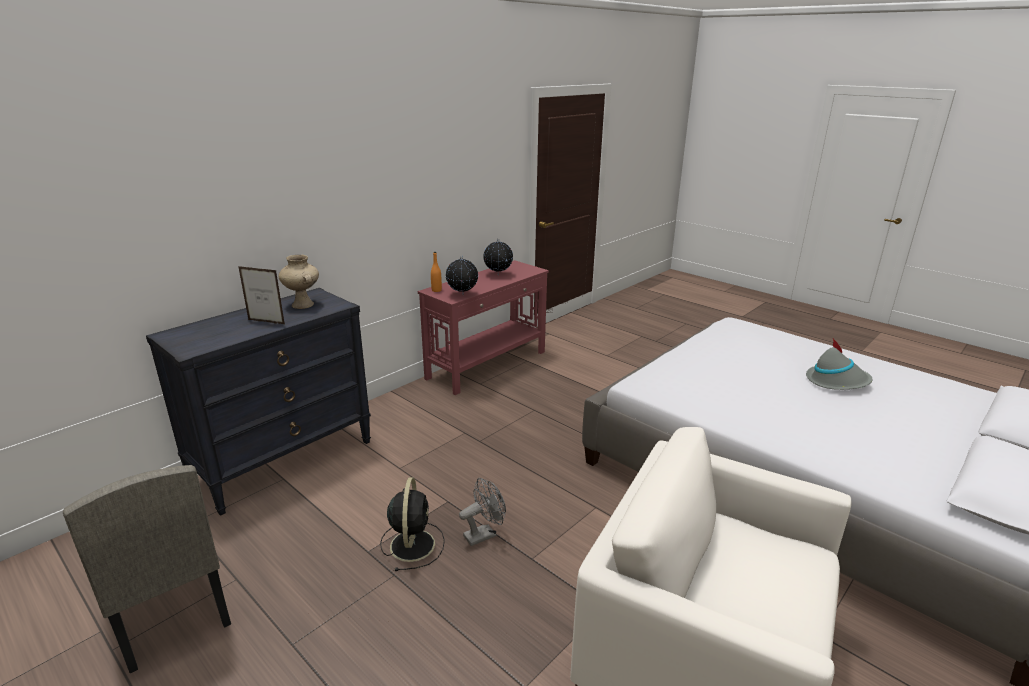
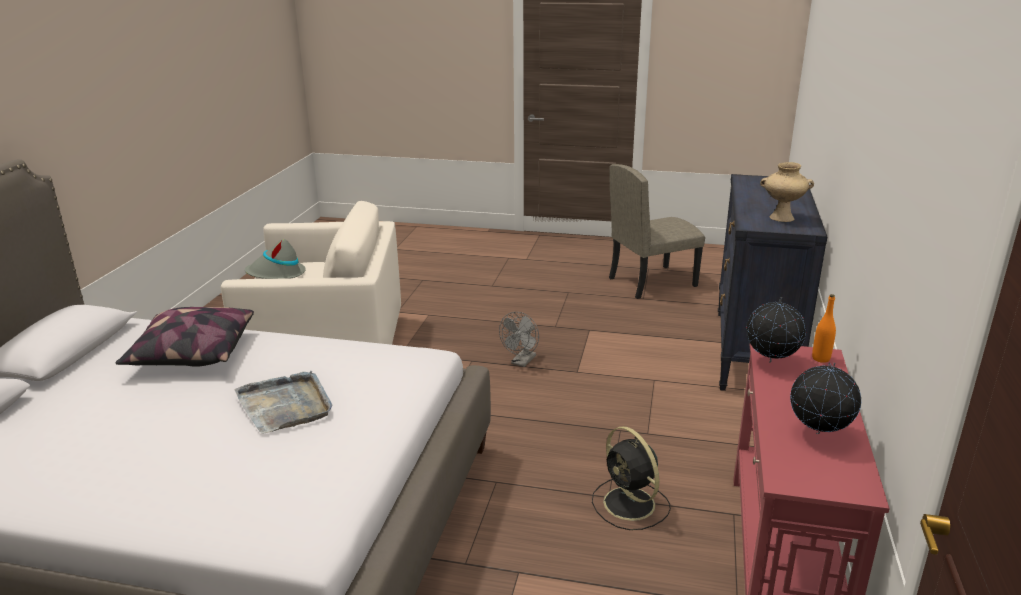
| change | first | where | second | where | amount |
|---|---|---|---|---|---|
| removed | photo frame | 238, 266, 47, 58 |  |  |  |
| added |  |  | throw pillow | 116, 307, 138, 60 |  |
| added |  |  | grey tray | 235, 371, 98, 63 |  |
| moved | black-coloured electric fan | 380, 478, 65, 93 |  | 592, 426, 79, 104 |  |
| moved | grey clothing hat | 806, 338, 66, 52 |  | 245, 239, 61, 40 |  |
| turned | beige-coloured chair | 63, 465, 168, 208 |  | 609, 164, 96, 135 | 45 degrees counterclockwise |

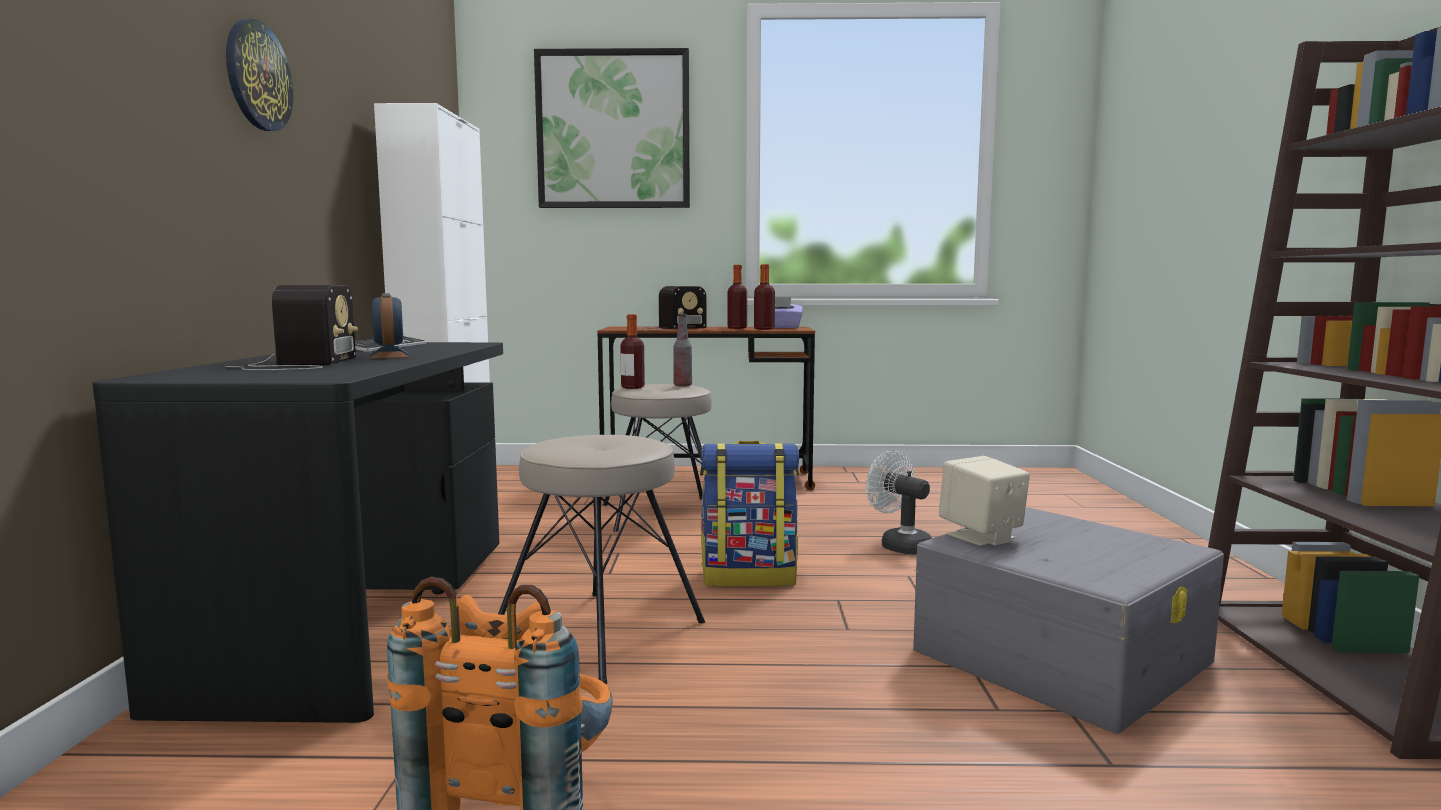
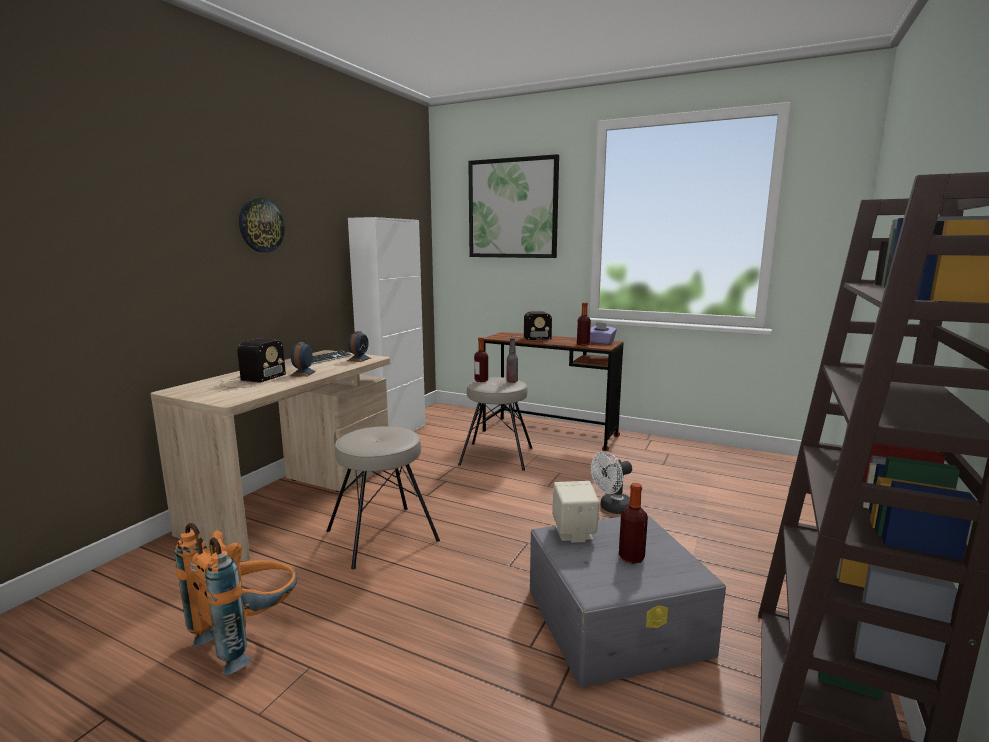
| change | first | where | second | where | amount |
|---|---|---|---|---|---|
| removed | backpack | 700, 441, 99, 146 |  |  |  |
| added |  |  | bedside clock | 347, 331, 24, 31 |  |
| moved | beverage bottle | 728, 265, 19, 64 |  | 619, 483, 29, 81 |  |
| recoloured | black-coloured desk | 92, 342, 411, 381 | beige-coloured desk | 150, 350, 240, 211 |  |
| turned | white electric fan | 866, 451, 66, 103 |  | 591, 451, 41, 63 | 105 degrees counterclockwise |

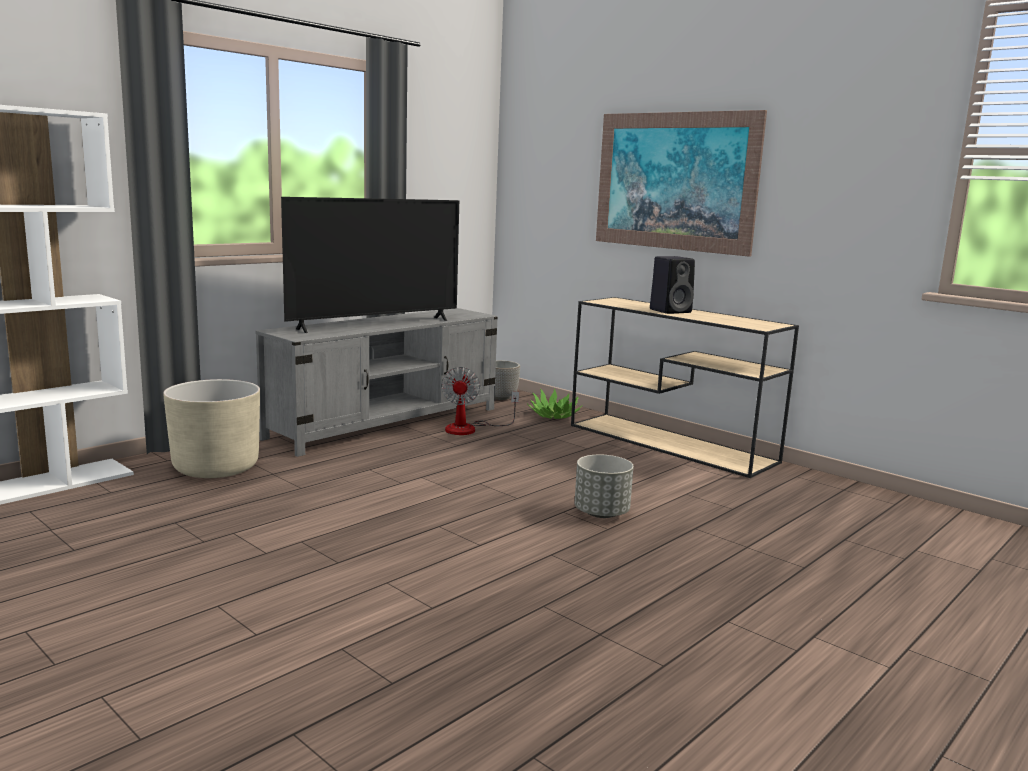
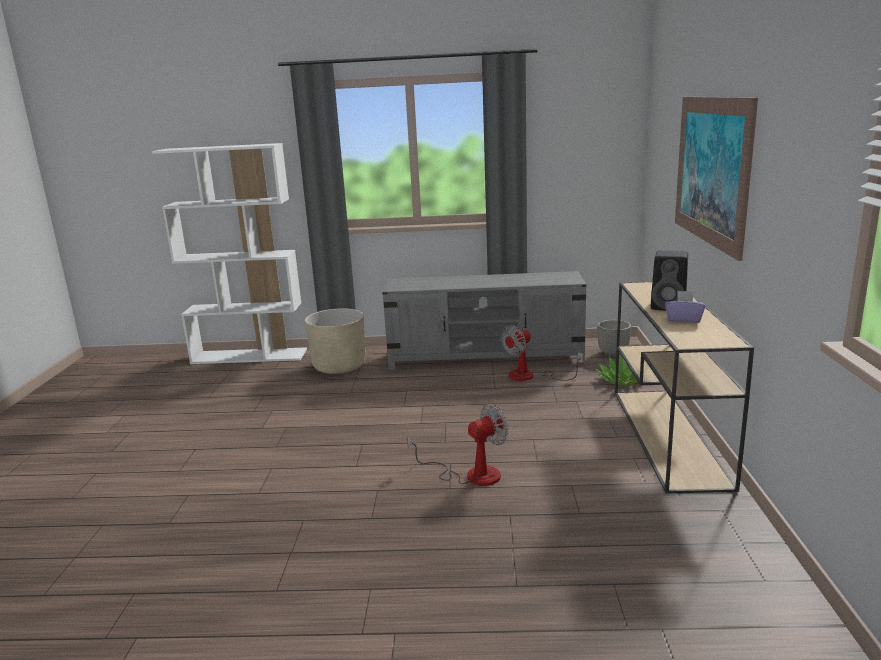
| change | first | where | second | where | amount |
|---|---|---|---|---|---|
| removed | TV | 281, 197, 178, 136 |  |  |  |
| added |  |  | purple-coloured tissue box | 665, 291, 40, 32 |  |
| replaced | grey flower pot | 575, 455, 58, 63 | electric fan | 407, 404, 102, 82 |  |

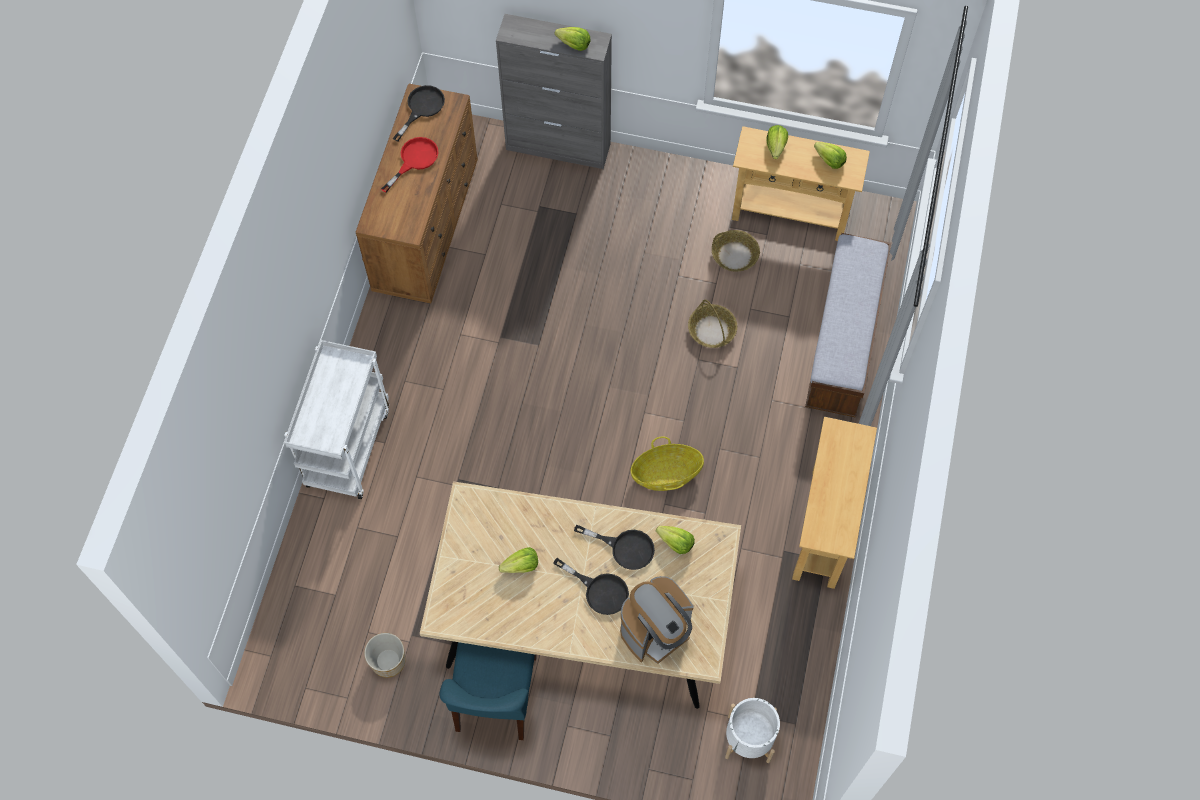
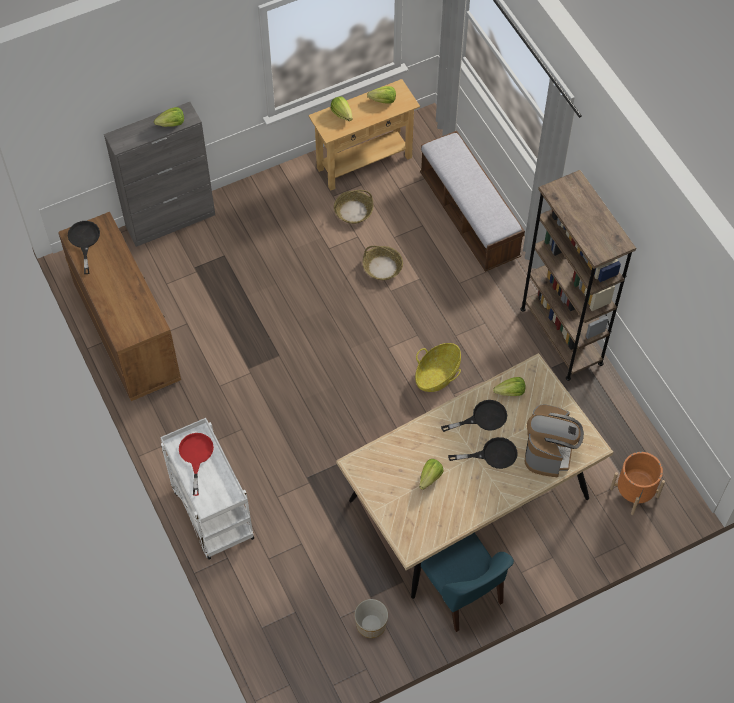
| change | first | where | second | where | amount |
|---|---|---|---|---|---|
| moved | reddish pan | 381, 137, 57, 55 |  | 179, 433, 35, 63 |  |
| replaced | beige-coloured console table | 792, 417, 85, 172 | brownish bookshelf | 520, 170, 116, 211 |  |
| recoloured | white flower pot | 725, 698, 55, 65 | orange-coloured flower pot | 610, 452, 55, 63 |  |

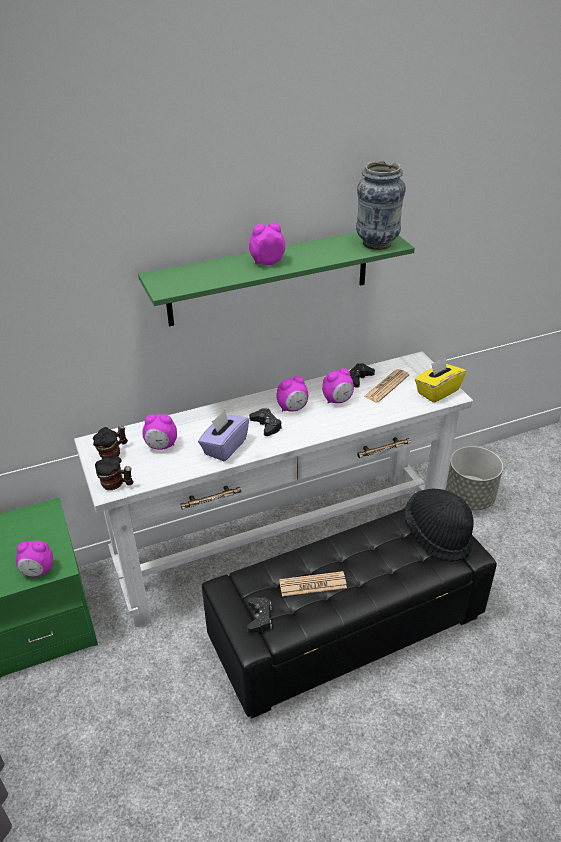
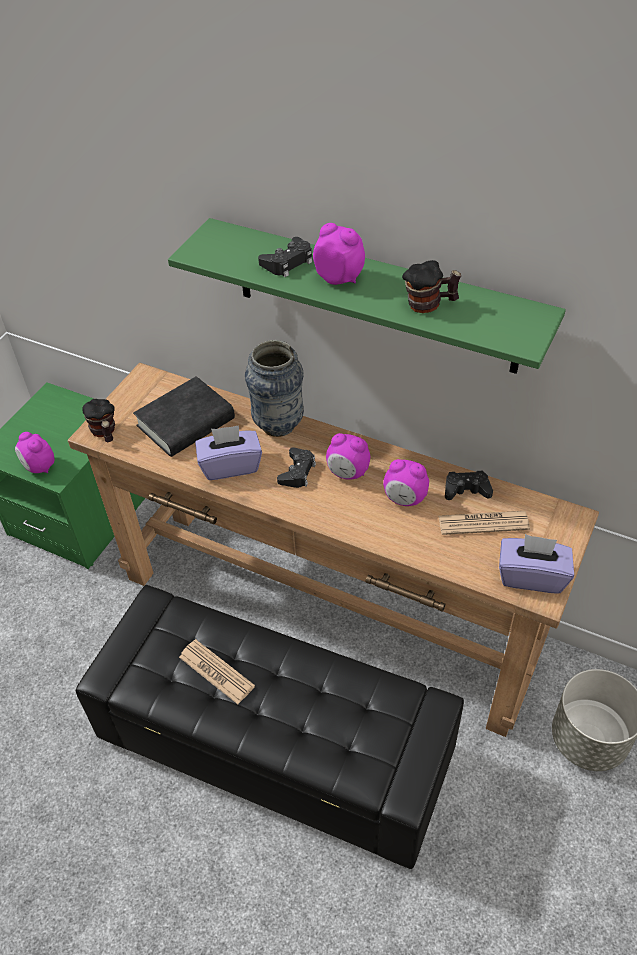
| change | first | where | second | where | amount |
|---|---|---|---|---|---|
| removed | black-coloured clothing hat | 404, 488, 70, 74 |  |  |  |
| moved | mug | 93, 426, 35, 33 |  | 402, 260, 59, 53 |  |
| moved | black-coloured joypad | 247, 597, 25, 36 |  | 258, 237, 55, 40 |  |
| moved | decorative vase | 356, 161, 50, 89 |  | 245, 340, 59, 97 |  |
| replaced | bedside clock | 142, 414, 35, 36 | black-coloured volume | 133, 376, 102, 81 |  |
| recoloured | white console table | 74, 351, 399, 276 | brownish console table | 68, 363, 531, 374 |  |
| recoloured | yellow tissue box | 415, 358, 51, 45 | purple-coloured tissue box | 499, 534, 75, 60 |  |

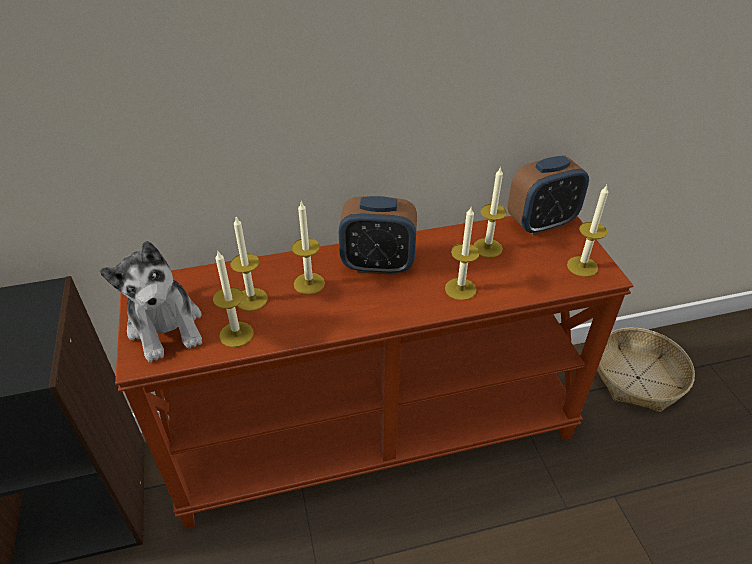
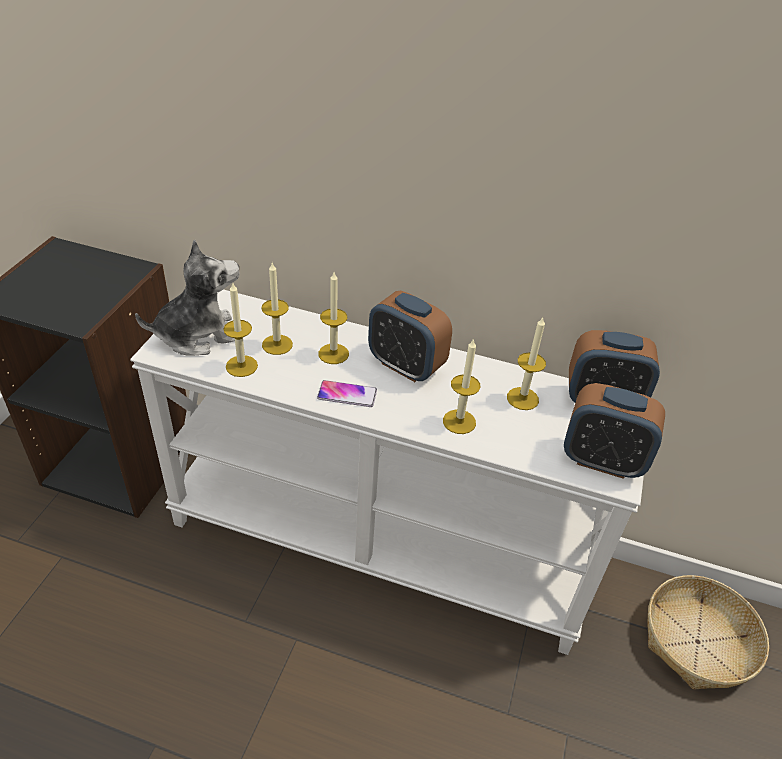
| change | first | where | second | where | amount |
|---|---|---|---|---|---|
| added |  |  | telephone | 317, 380, 60, 27 |  |
| replaced | wax candle | 567, 185, 41, 92 | bedside clock | 564, 383, 101, 96 |  |
| recoloured | brownish console table | 115, 216, 518, 313 | white console table | 130, 289, 514, 366 |  |
| turned | cuddly toy | 100, 241, 102, 121 |  | 135, 239, 105, 117 | 120 degrees counterclockwise |

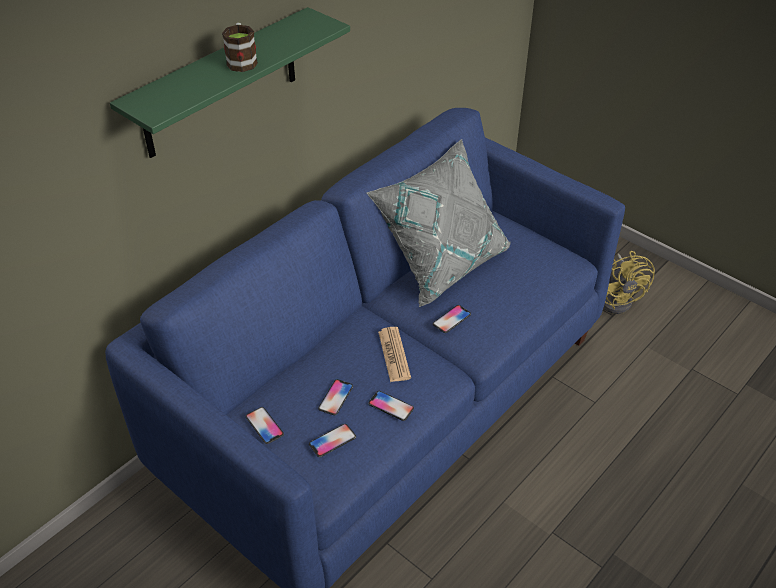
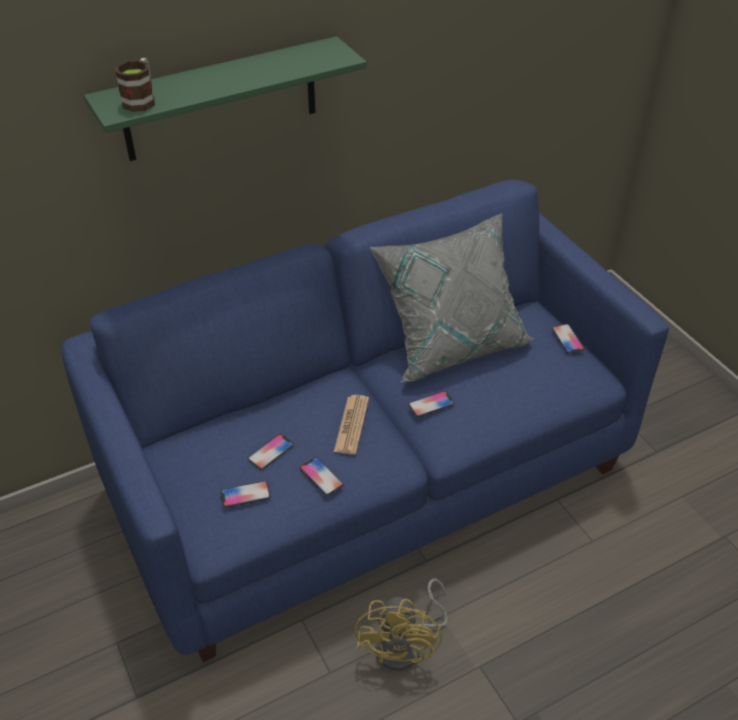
| change | first | where | second | where | amount |
|---|---|---|---|---|---|
| moved | mug | 222, 22, 36, 50 |  | 115, 58, 40, 54 |  |
| moved | telephone | 246, 407, 38, 37 |  | 552, 324, 33, 30 |  |
| moved | yellow electric fan | 603, 251, 52, 63 |  | 355, 578, 93, 93 |  |

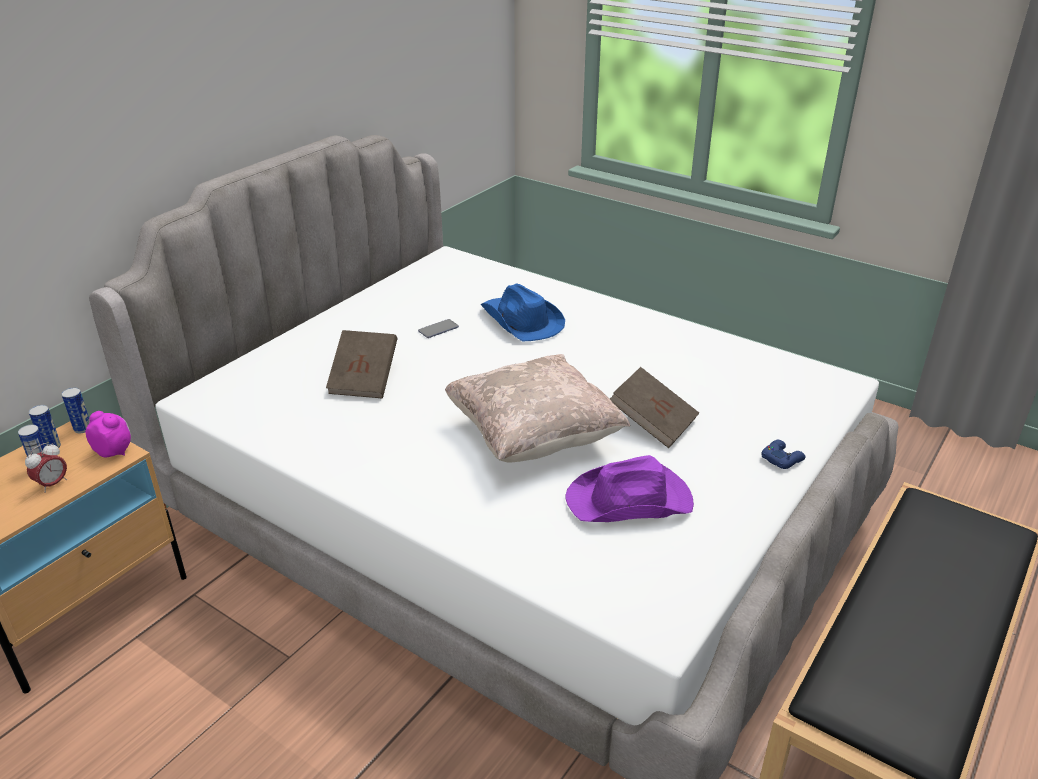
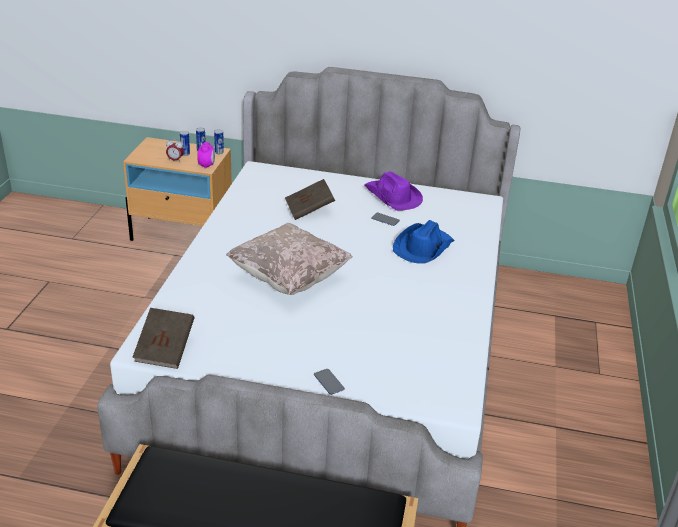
| change | first | where | second | where | amount |
|---|---|---|---|---|---|
| moved | purple-coloured clothing hat | 566, 455, 128, 67 |  | 364, 171, 59, 40 |  |
| moved | brownish volume | 610, 367, 89, 81 |  | 132, 308, 63, 61 |  |
| replaced | blue-coloured joypad | 761, 440, 45, 29 | telephone | 314, 369, 31, 26 |  |

